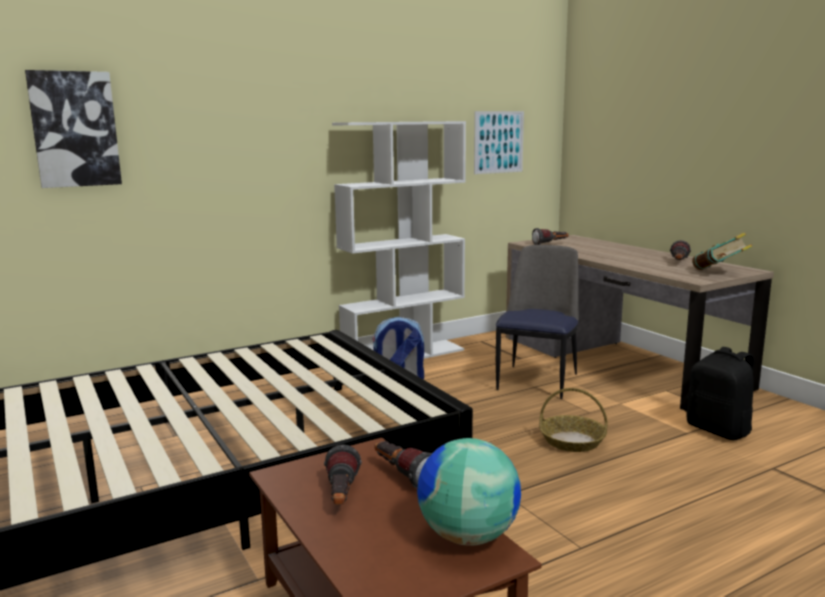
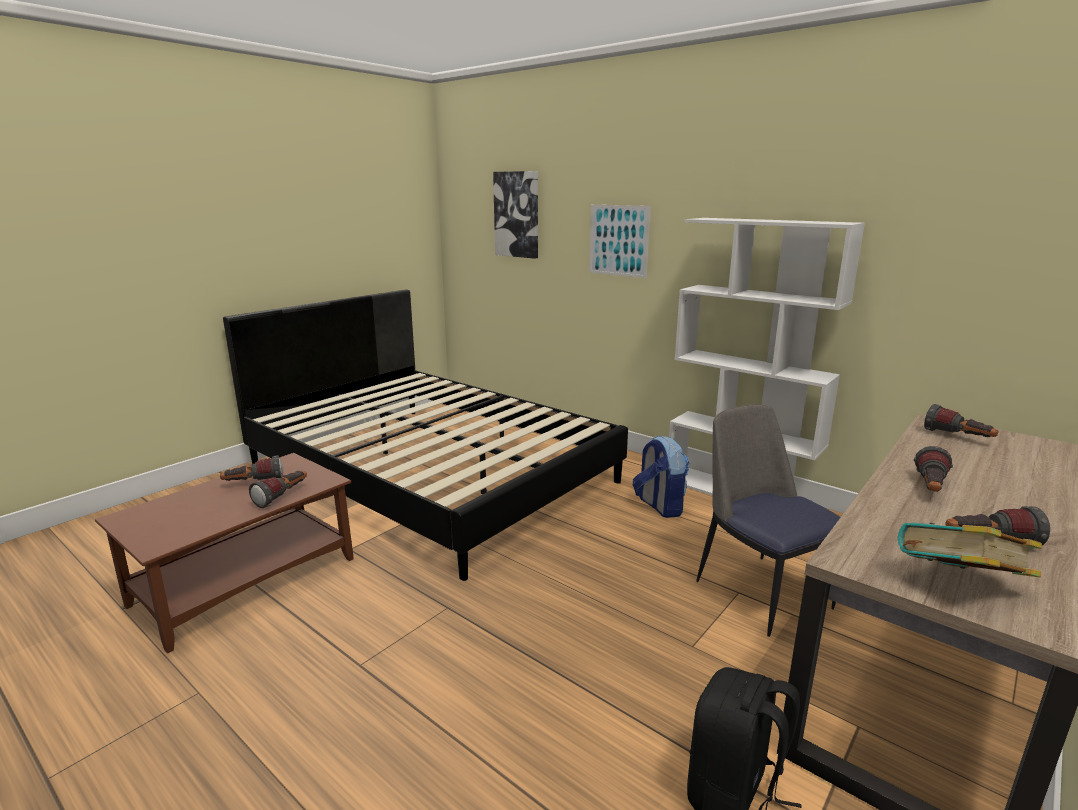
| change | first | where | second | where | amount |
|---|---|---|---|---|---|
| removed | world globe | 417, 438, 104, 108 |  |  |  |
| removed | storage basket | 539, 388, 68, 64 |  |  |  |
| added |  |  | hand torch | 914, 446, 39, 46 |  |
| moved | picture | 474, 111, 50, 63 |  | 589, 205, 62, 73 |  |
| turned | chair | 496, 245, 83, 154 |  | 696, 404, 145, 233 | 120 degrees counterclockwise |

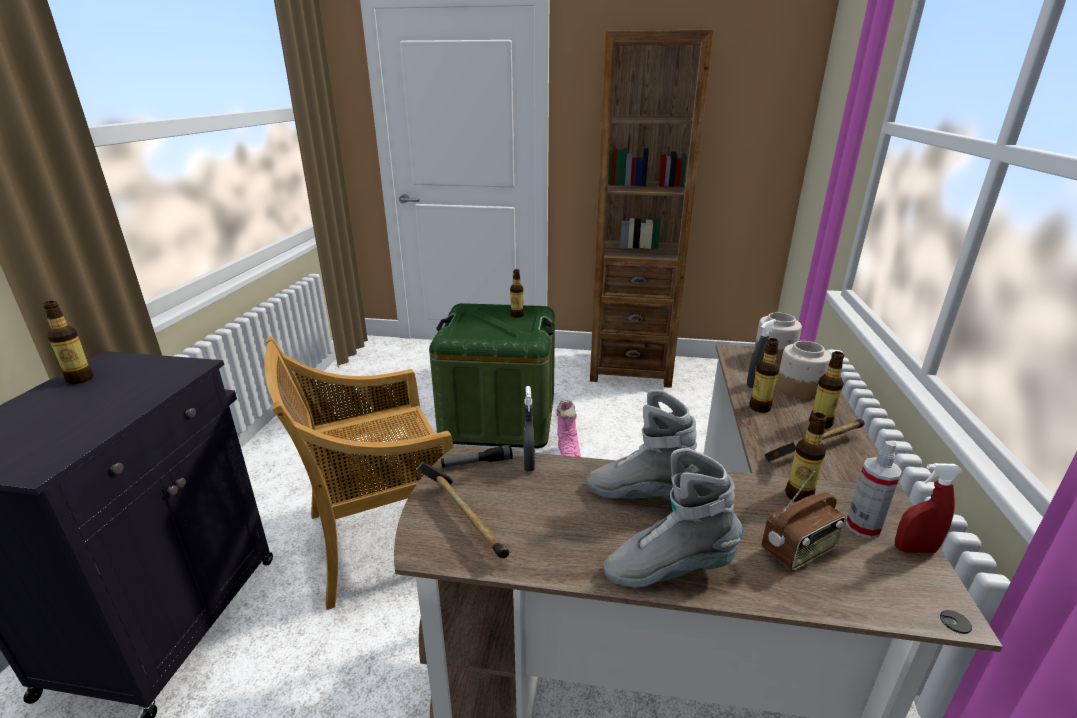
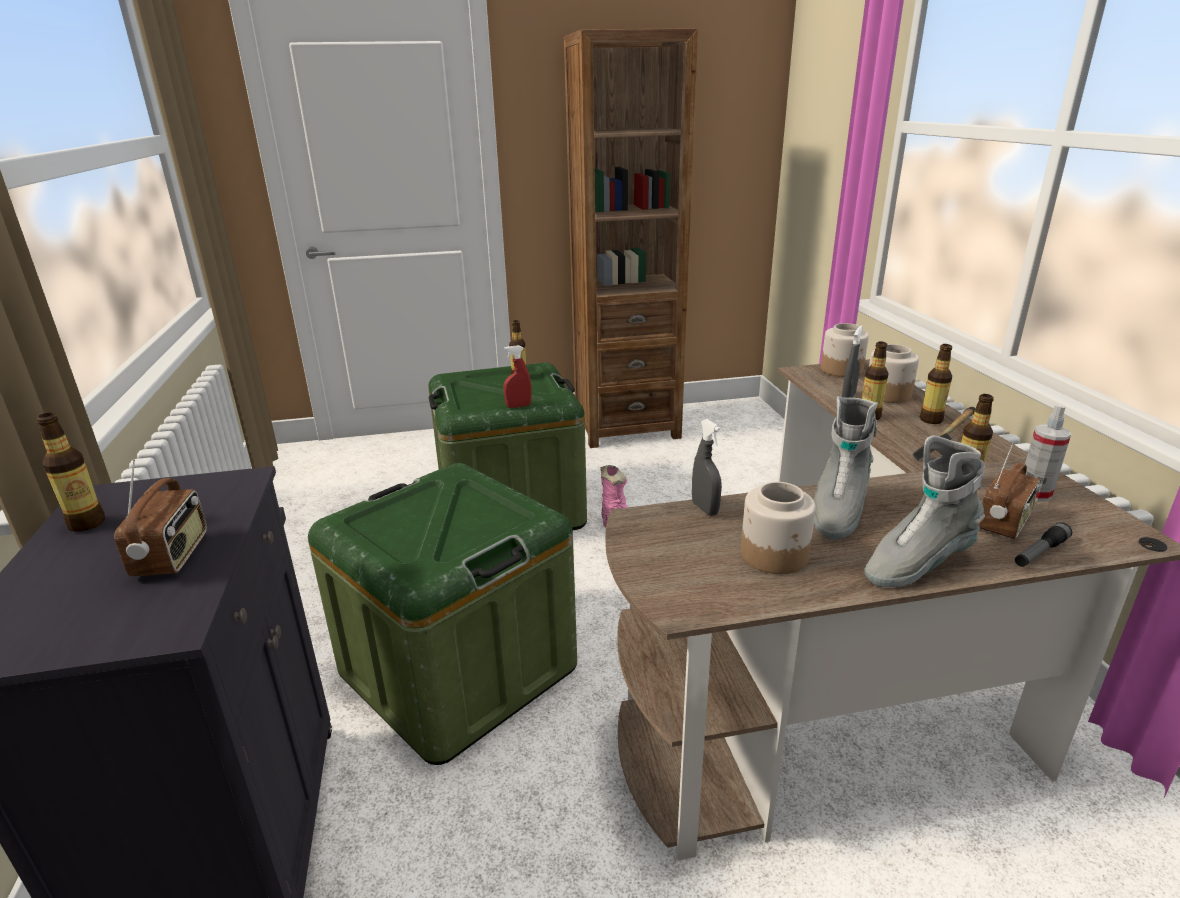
| change | first | where | second | where | amount |
|---|---|---|---|---|---|
| removed | hand hammer | 417, 462, 92, 96 |  |  |  |
| added |  |  | radio | 114, 459, 93, 117 |  |
| added |  |  | storage jar | 741, 482, 75, 92 |  |
| moved | hand torch | 441, 445, 72, 23 |  | 1015, 522, 57, 45 |  |
| moved | reddish spray bottle | 895, 463, 68, 90 |  | 504, 345, 27, 63 |  |
| replaced | beige-coloured chair | 264, 336, 190, 274 | greenish storage bin | 308, 463, 269, 302 |  |
| turned | grey boot | 587, 390, 111, 109 |  | 814, 396, 64, 144 | 60 degrees counterclockwise |

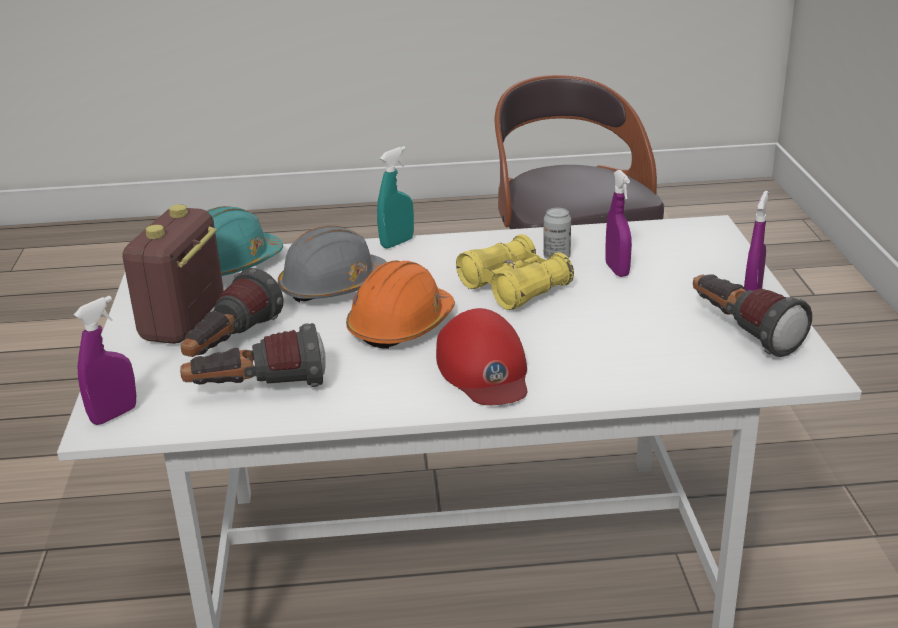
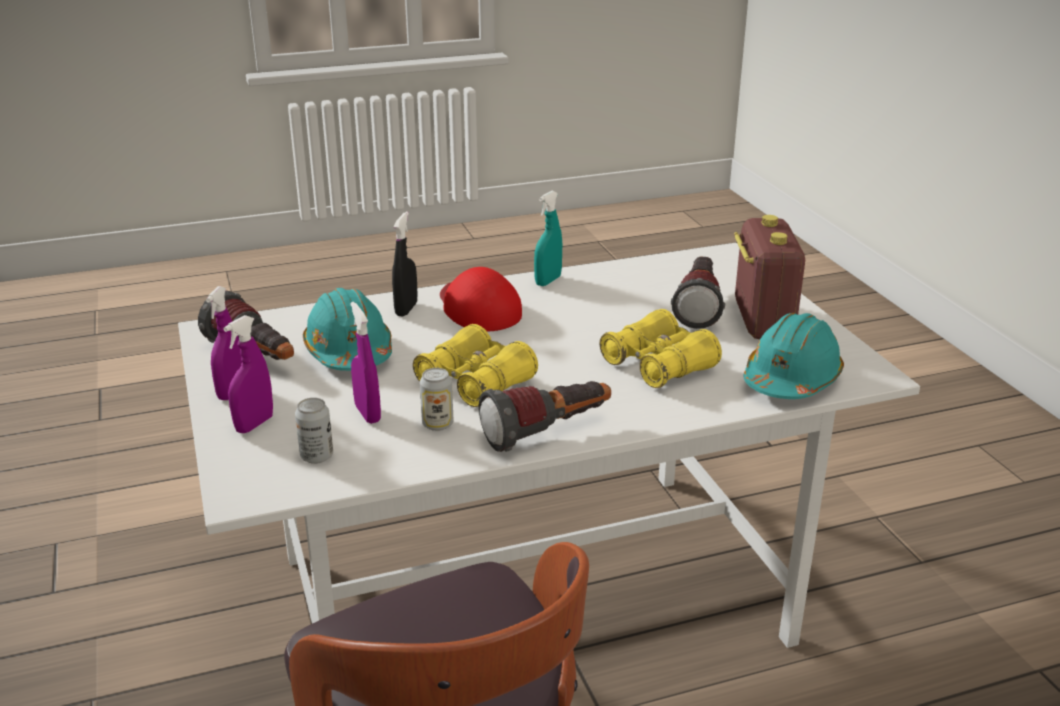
| change | first | where | second | where | amount |
|---|---|---|---|---|---|
| removed | orange-coloured hard hat | 346, 261, 109, 88 |  |  |  |
| added |  |  | can | 295, 398, 38, 66 |  |
| added |  |  | turquoise-coloured hard hat | 303, 288, 89, 83 |  |
| added |  |  | black-coloured spray bottle | 392, 212, 25, 105 |  |
| moved | purple-coloured spray bottle | 74, 295, 62, 130 |  | 223, 315, 50, 118 |  |
| moved | hand torch | 180, 323, 146, 64 |  | 479, 381, 132, 71 |  |
| moved | turquoise-coloured spray bottle | 377, 146, 37, 103 |  | 534, 191, 28, 95 |  |
| replaced | grey hard hat | 278, 226, 109, 76 | yellow field glasses | 600, 309, 122, 79 |  |

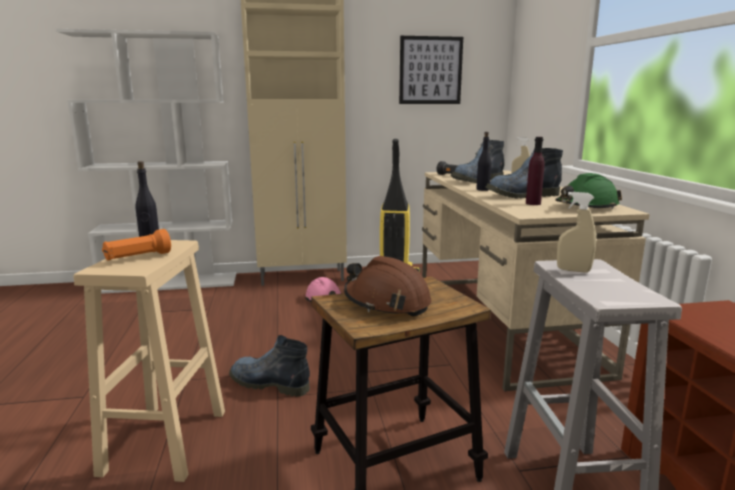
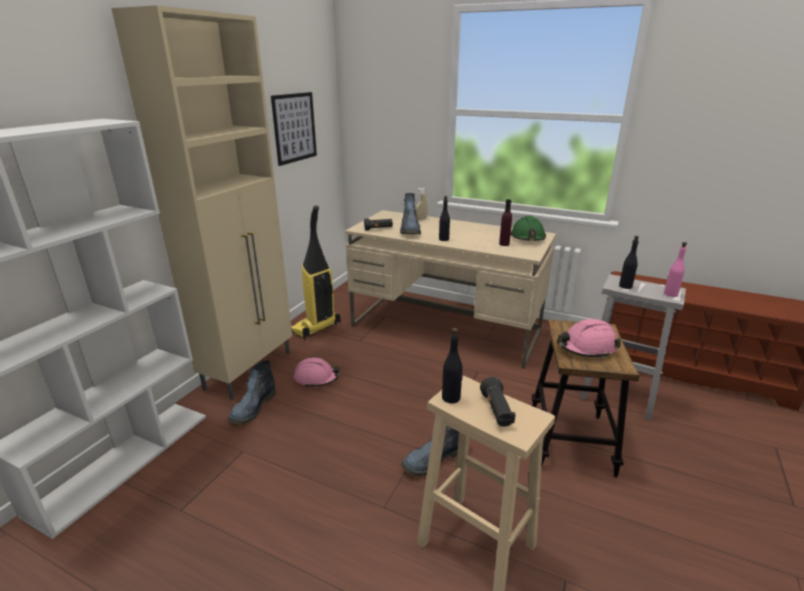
| change | first | where | second | where | amount |
|---|---|---|---|---|---|
| added |  |  | pinkish beverage bottle | 664, 242, 23, 55 |  |
| moved | boot | 485, 148, 78, 51 |  | 228, 360, 48, 64 |  |
| replaced | beige-coloured spray bottle | 557, 192, 39, 81 | black-coloured beverage bottle | 619, 236, 20, 53 |  |
| recoloured | orange-coloured hand torch | 102, 229, 69, 32 | black-coloured hand torch | 480, 377, 36, 50 |  |
| recoloured | brownish hard hat | 344, 256, 87, 61 | pinkish hard hat | 557, 319, 64, 39 |  |

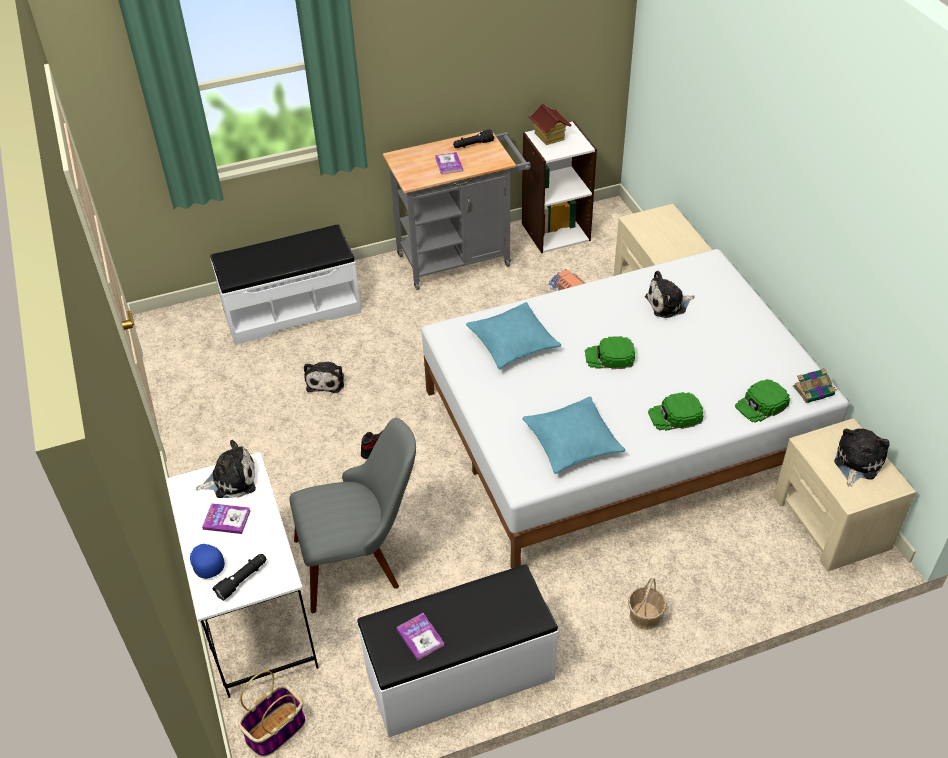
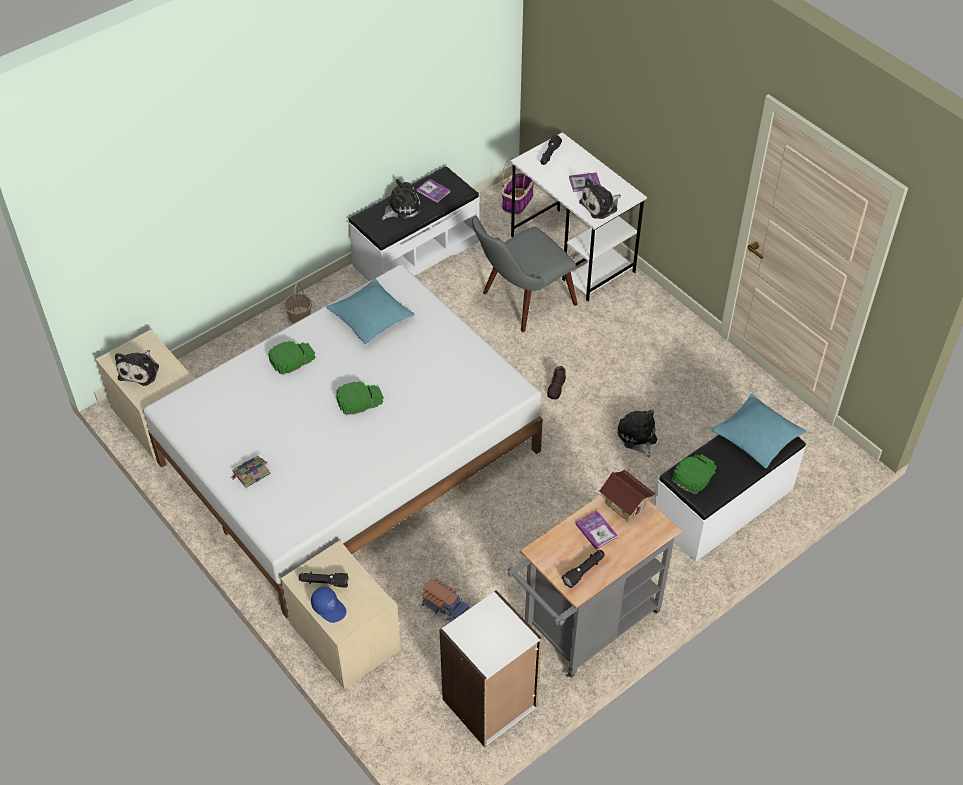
| change | first | where | second | where | amount |
|---|---|---|---|---|---|
| added |  |  | black-coloured hand torch | 299, 572, 50, 16 |  |
| moved | blue-coloured cap | 190, 544, 35, 35 |  | 311, 587, 36, 36 |  |
| moved | turquoise-coloured throw pillow | 466, 302, 95, 67 |  | 711, 394, 95, 74 |  |
| moved | toy house | 528, 104, 44, 41 |  | 599, 470, 56, 52 |  |
| moved | cuddly toy | 645, 270, 50, 48 |  | 382, 179, 41, 41 |  |
| moved | greenish cap | 735, 379, 55, 44 |  | 672, 454, 45, 40 |  |
| moved | volume | 793, 368, 44, 35 |  | 230, 455, 41, 33 |  |

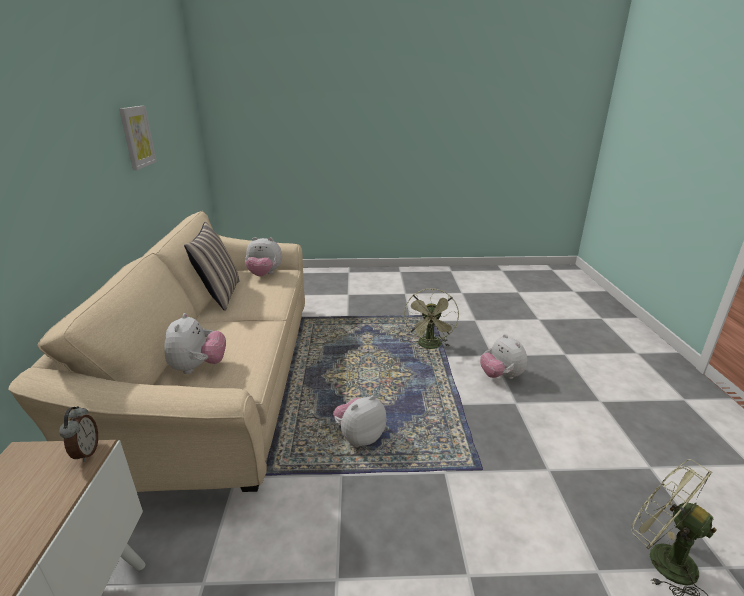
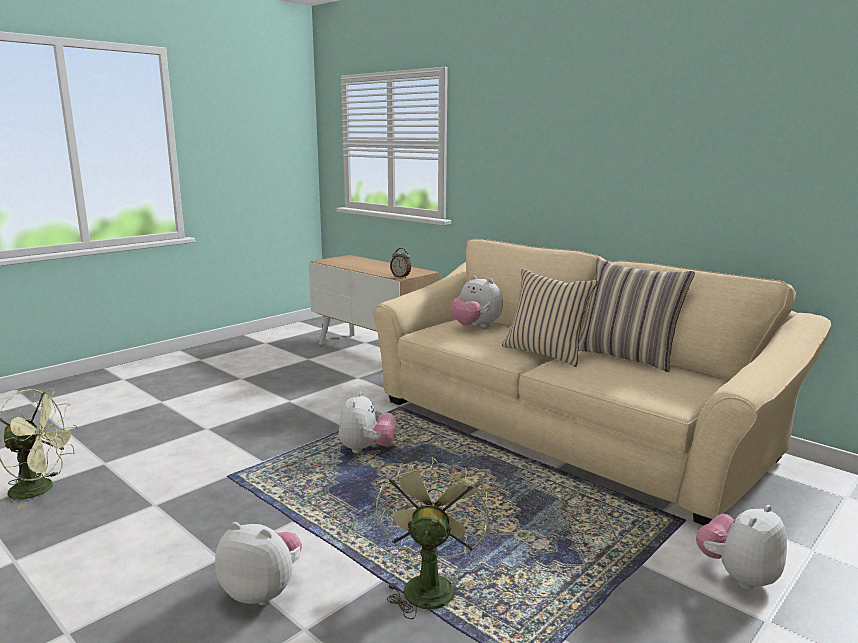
| change | first | where | second | where | amount |
|---|---|---|---|---|---|
| removed | picture | 119, 106, 38, 64 |  |  |  |
| added |  |  | beige-coloured throw pillow | 502, 269, 96, 98 |  |
| moved | cuddly toy | 245, 237, 37, 39 |  | 696, 505, 91, 85 |  |
| turned | greenish electric fan | 404, 288, 55, 61 |  | 376, 457, 113, 162 | 45 degrees clockwise |

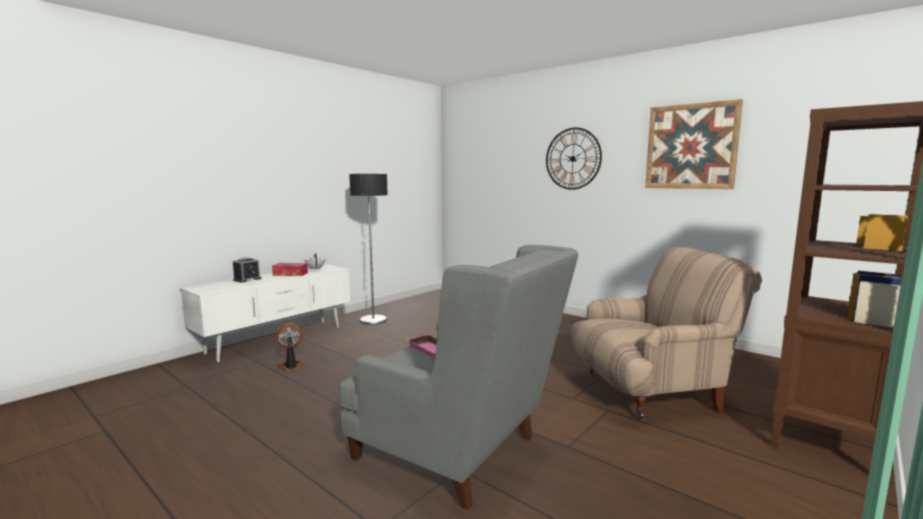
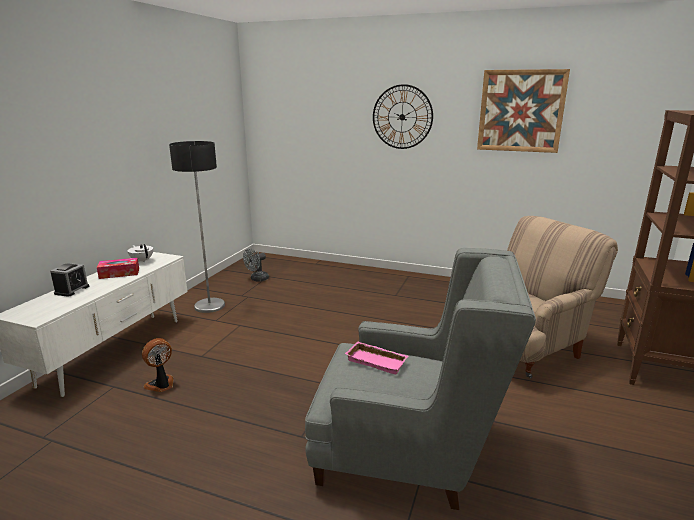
| change | first | where | second | where | amount |
|---|---|---|---|---|---|
| added |  |  | grey electric fan | 243, 248, 26, 34 |  |

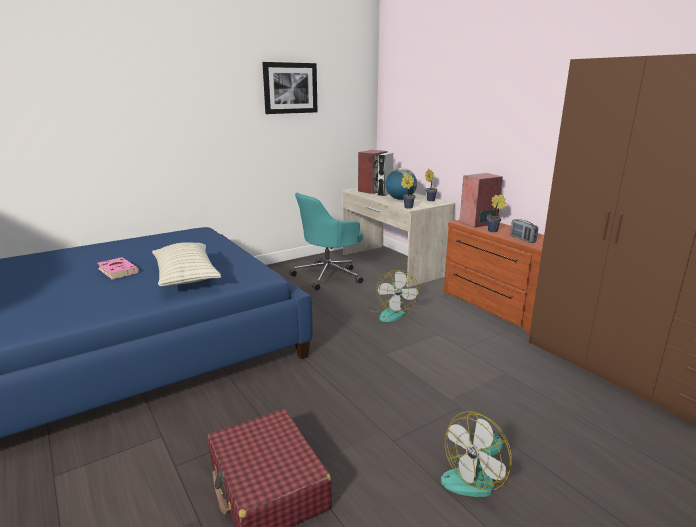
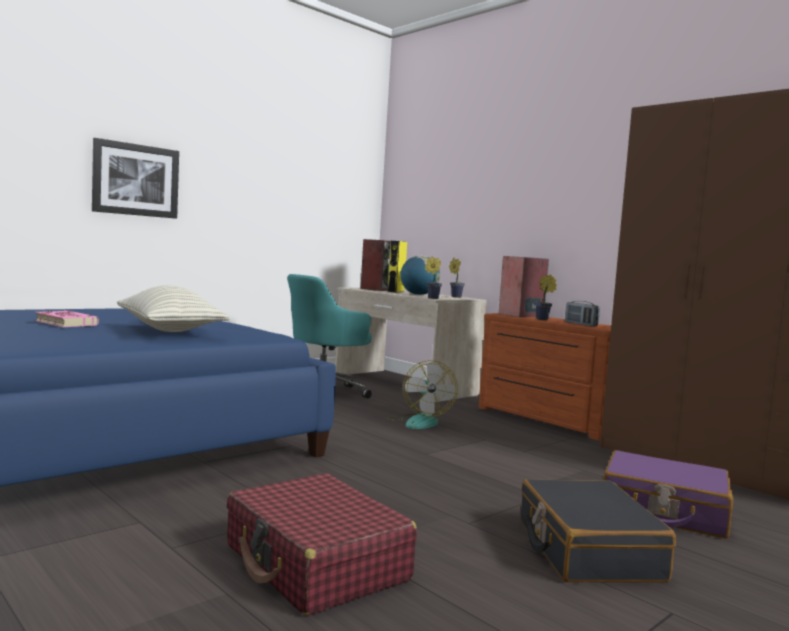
| change | first | where | second | where | amount |
|---|---|---|---|---|---|
| added |  |  | purple-coloured suitcase | 603, 450, 131, 89 |  |
| moved | picture | 262, 62, 56, 52 |  | 92, 138, 87, 81 |  |
| replaced | electric fan | 441, 411, 71, 86 | black-coloured suitcase | 521, 479, 155, 104 |  |
| recoloured | grey loudspeaker | 377, 153, 16, 43 | yellow loudspeaker | 387, 241, 20, 52 |  |

